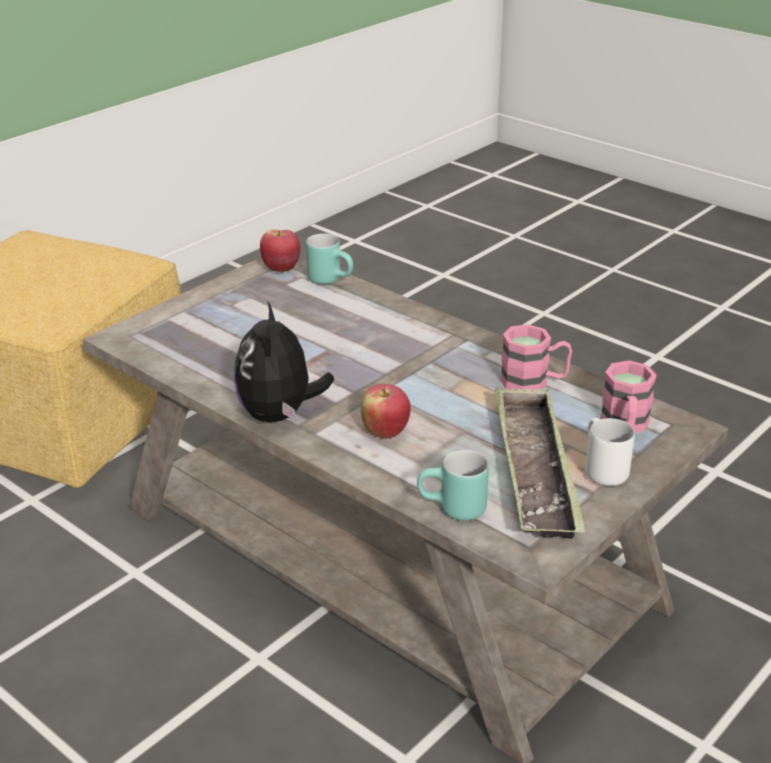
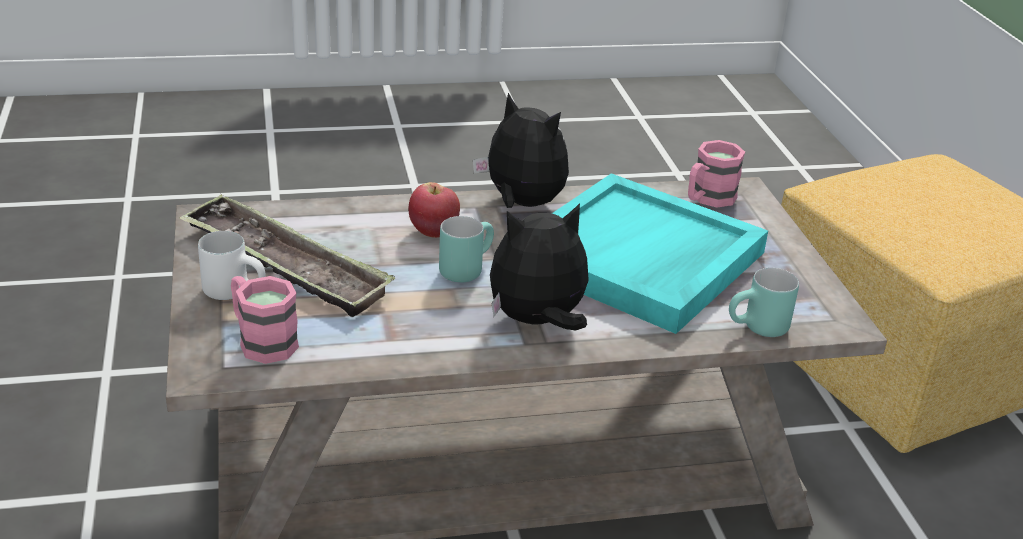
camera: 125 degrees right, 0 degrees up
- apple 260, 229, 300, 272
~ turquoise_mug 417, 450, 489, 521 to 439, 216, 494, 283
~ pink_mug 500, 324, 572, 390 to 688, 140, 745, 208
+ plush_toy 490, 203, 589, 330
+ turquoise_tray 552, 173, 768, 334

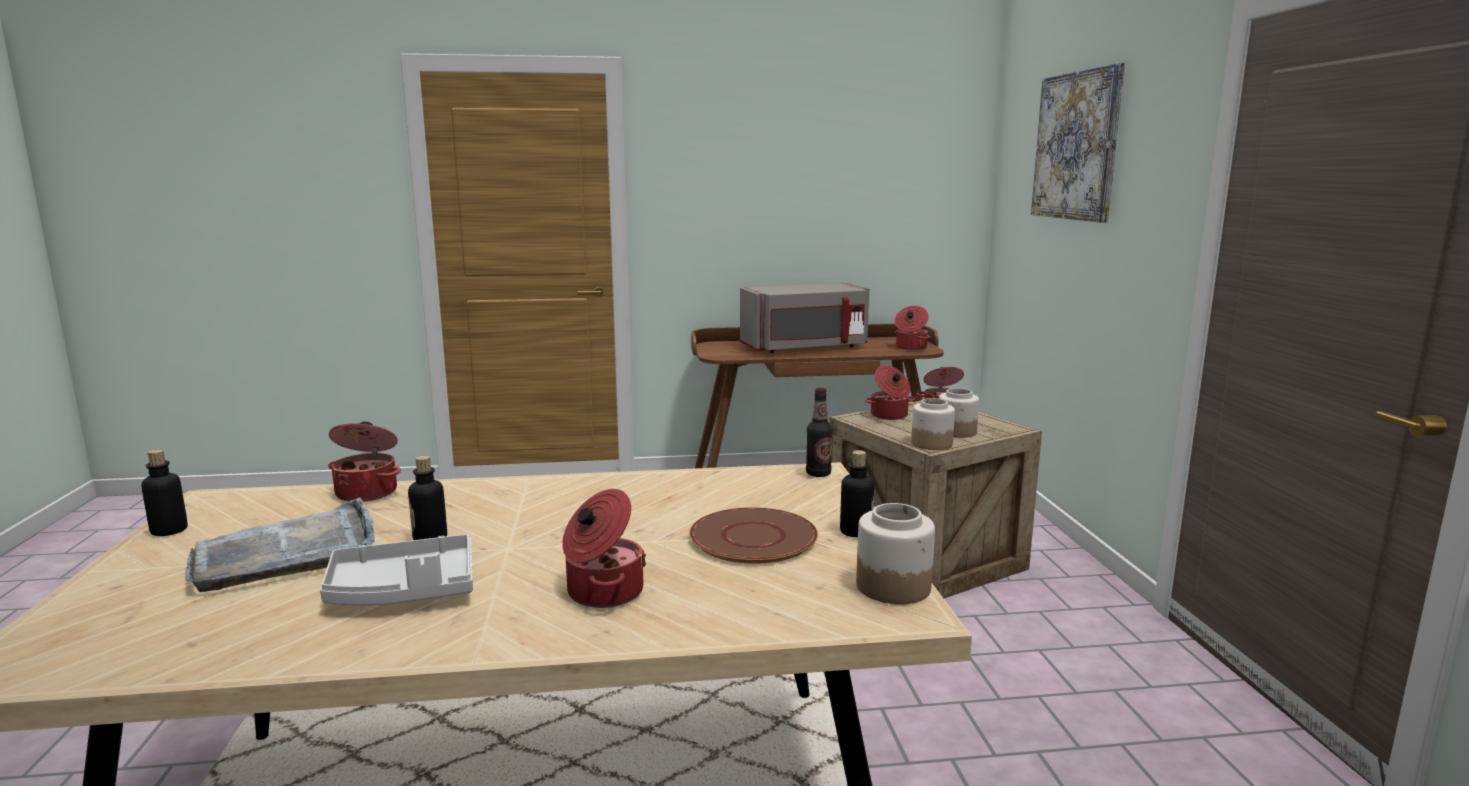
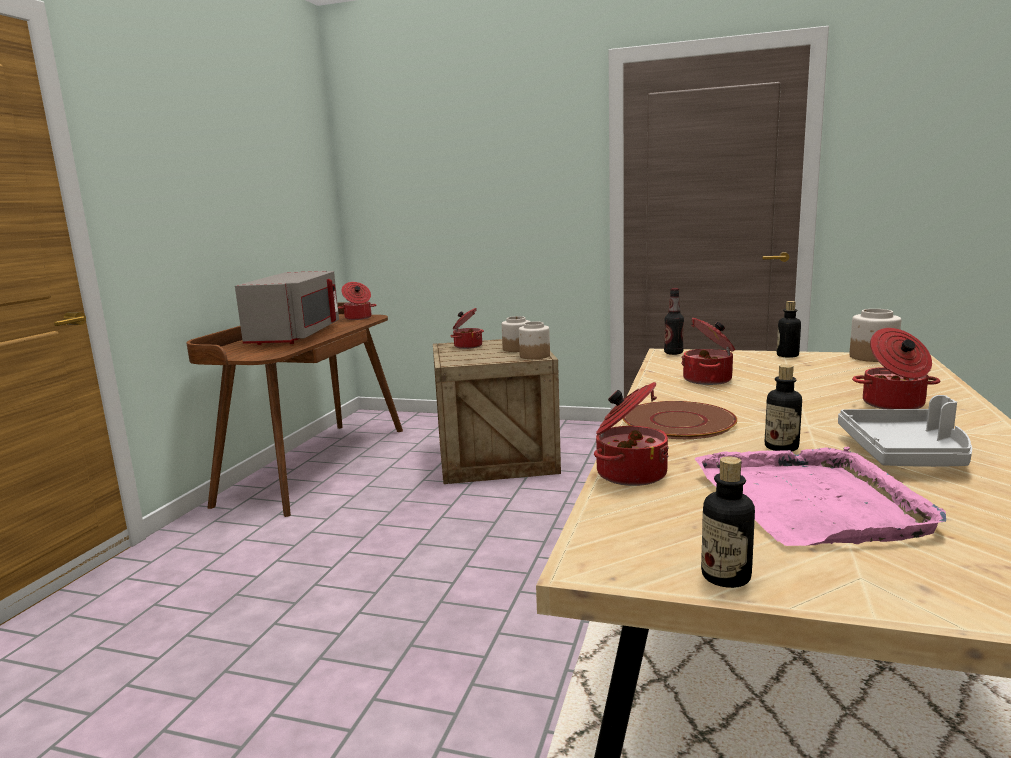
camera: 65 degrees left, 0 degrees up
~ grey_tray 185, 497, 375, 592 to pink_tray 695, 447, 946, 546
~ brown_plate 689, 507, 818, 564 to 623, 401, 737, 439
~ cooking_pot 865, 365, 915, 420 to 681, 318, 735, 385
- picture 1031, 63, 1125, 222

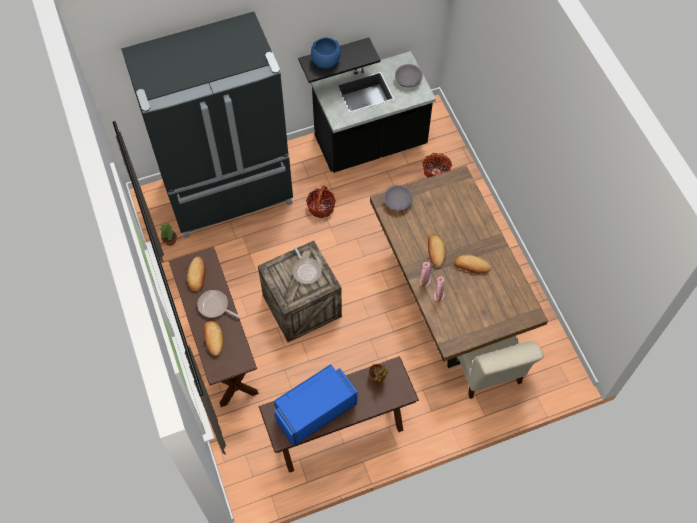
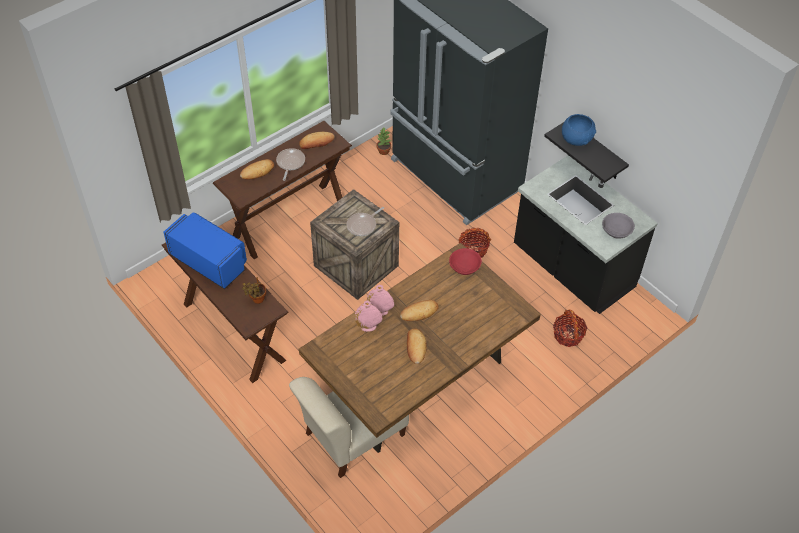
camera: 70 degrees right, 10 degrees down
~ grey_bowl 384, 185, 413, 211 to red_bowl 449, 248, 482, 275

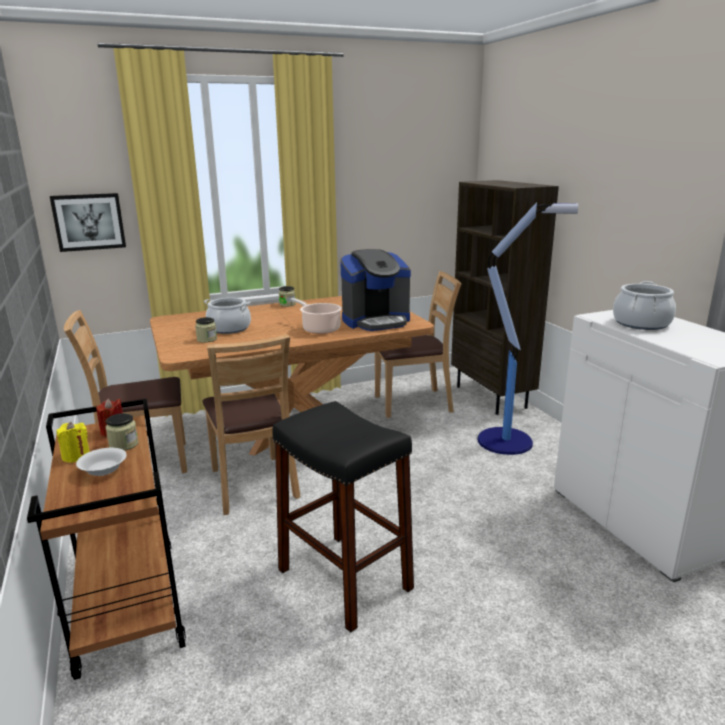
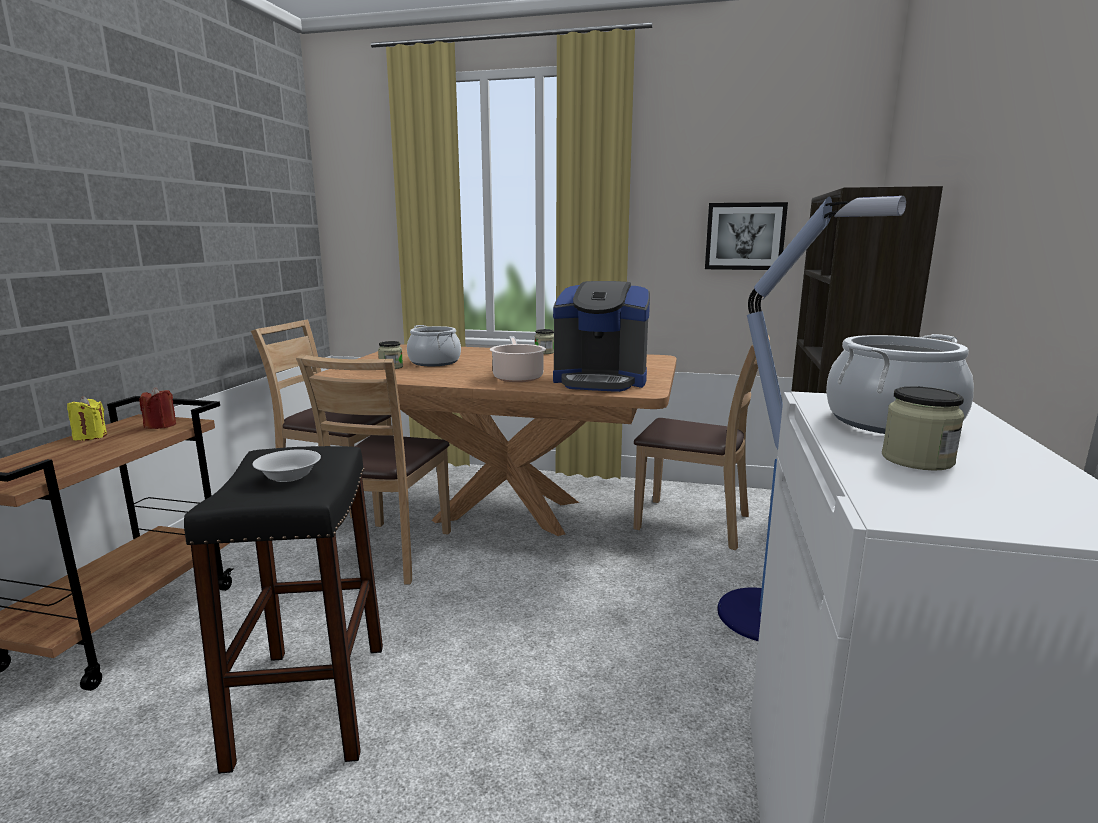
camera: 35 degrees right, 5 degrees down
~ picture 50, 193, 126, 252 to 705, 202, 788, 270
~ white_bowl 76, 448, 127, 476 to 252, 450, 321, 482
~ jar 105, 413, 139, 451 to 882, 386, 964, 471

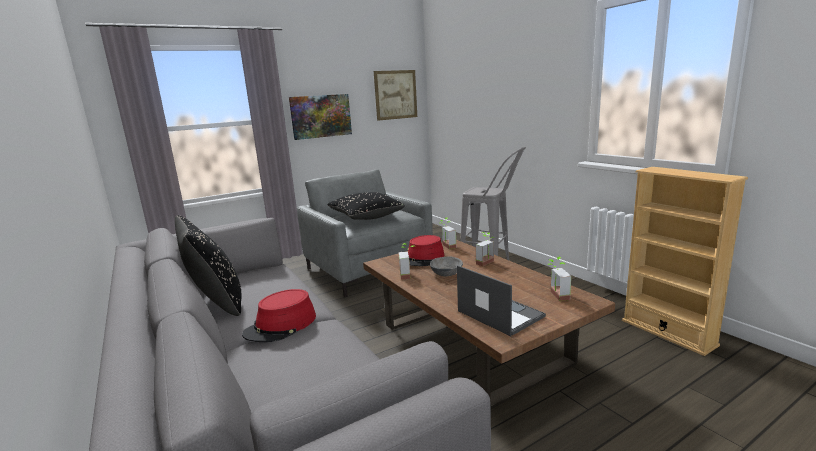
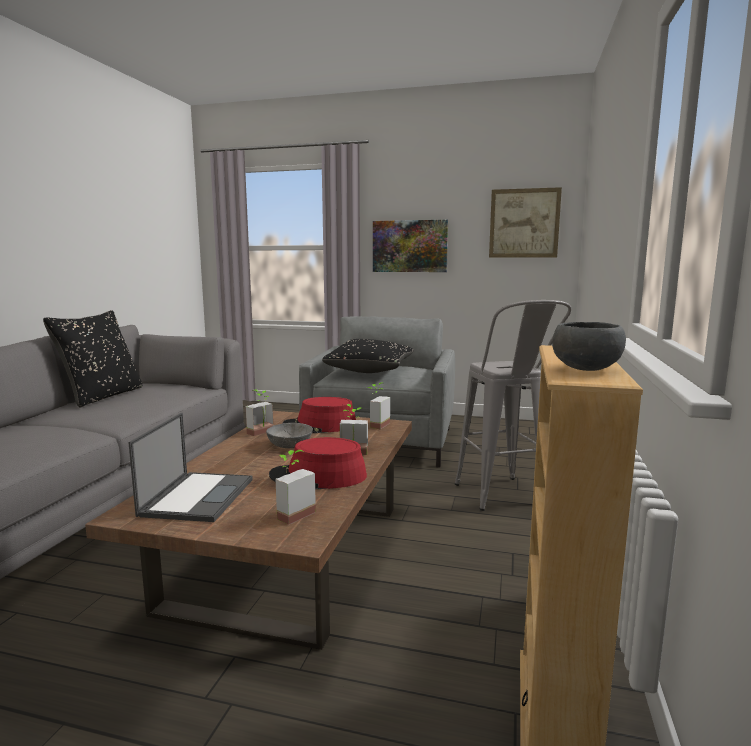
camera: 45 degrees right, 5 degrees down
~ red_hat 242, 289, 316, 342 to 269, 437, 367, 489
+ grey_bowl 552, 322, 626, 371

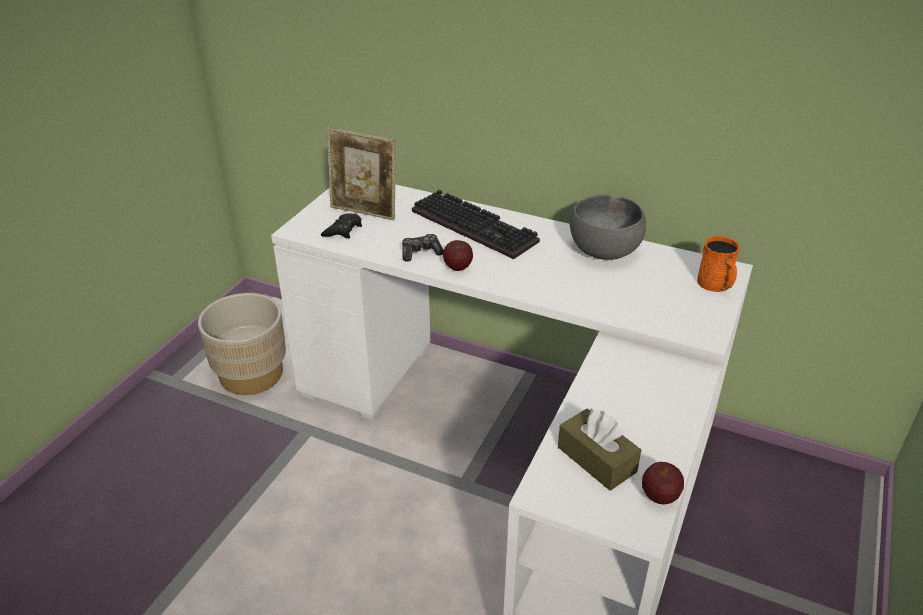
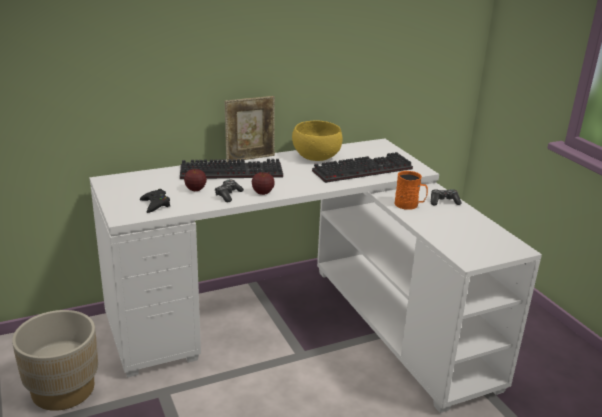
camera: 50 degrees left, 10 degrees down
~ picture_frame 327, 127, 396, 220 to 225, 96, 275, 162
- brown_tissue_box 558, 408, 641, 491
~ grey_bowl 570, 195, 646, 260 to yellow_bowl 292, 121, 343, 161
~ apple 642, 462, 684, 505 to 184, 168, 207, 191
~ orange_mug 697, 236, 740, 292 to 394, 171, 428, 210
+ keyboard 312, 152, 413, 183
+ game_controller 431, 189, 462, 205

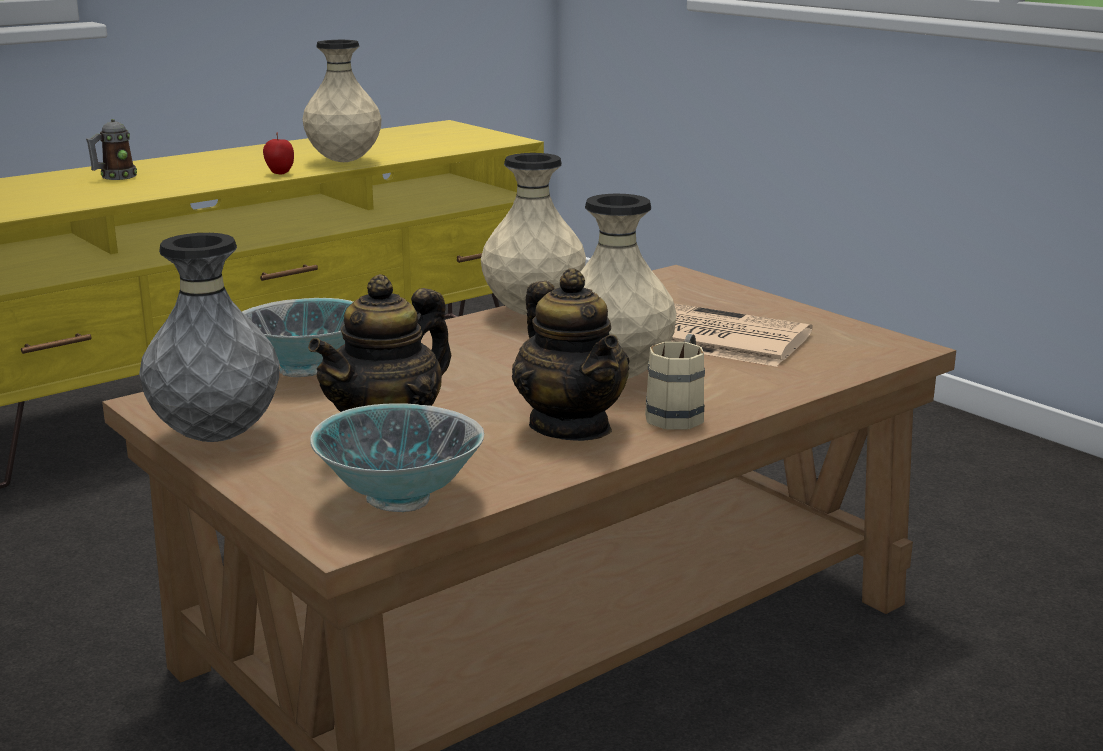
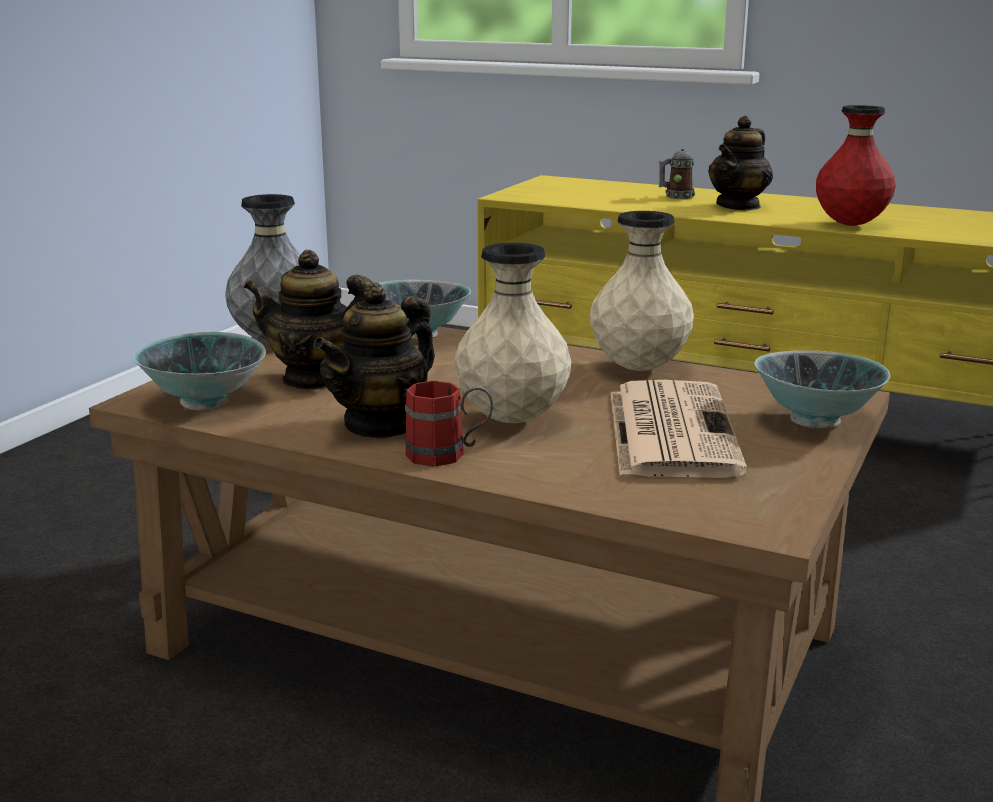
camera: 65 degrees right, 0 degrees up
- apple 263, 133, 294, 175
~ beige_vase 302, 40, 381, 162 to red_vase 816, 105, 896, 226
~ beige_mug 645, 334, 705, 429 to red_mug 405, 381, 493, 467
+ teapot 708, 116, 773, 211
+ bowl 754, 350, 890, 428

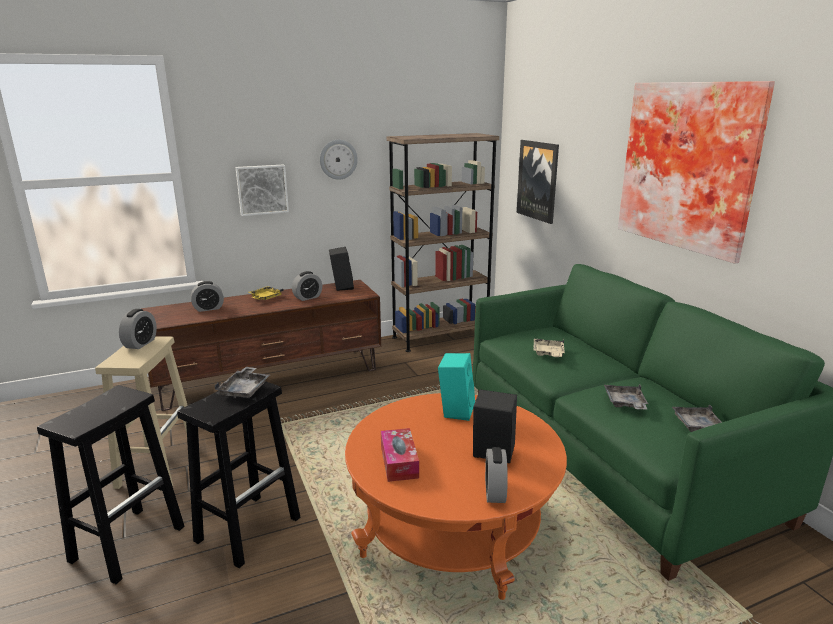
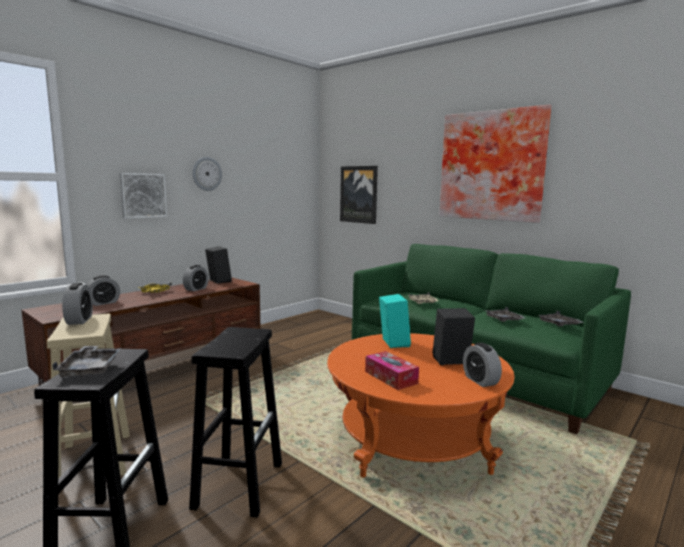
camera: 25 degrees left, 10 degrees down
~ grey_tray 215, 367, 270, 398 to 52, 346, 122, 377
- brown_bookcase 387, 133, 499, 352

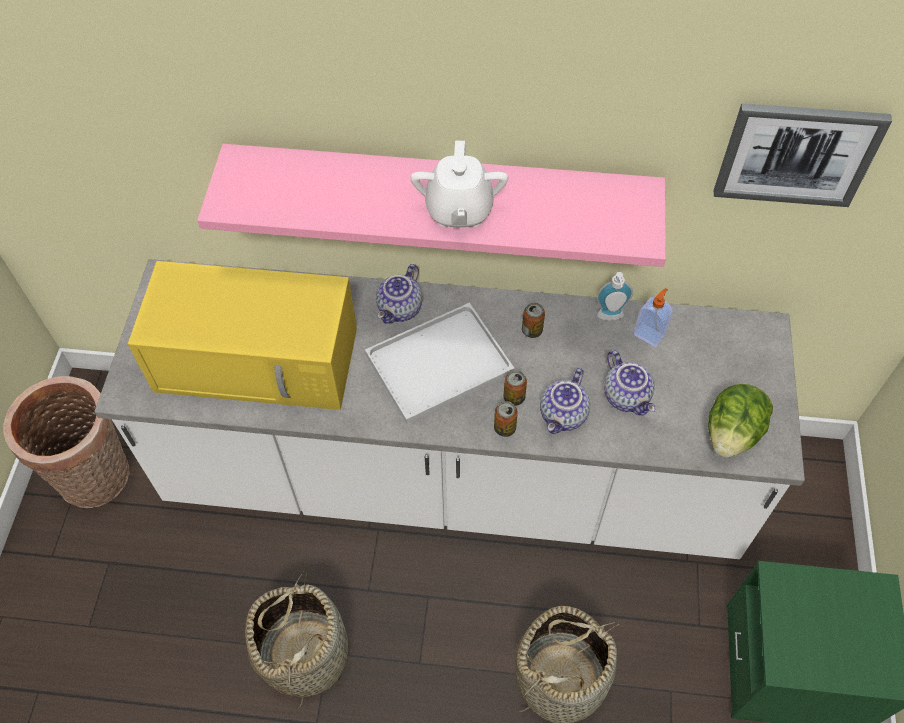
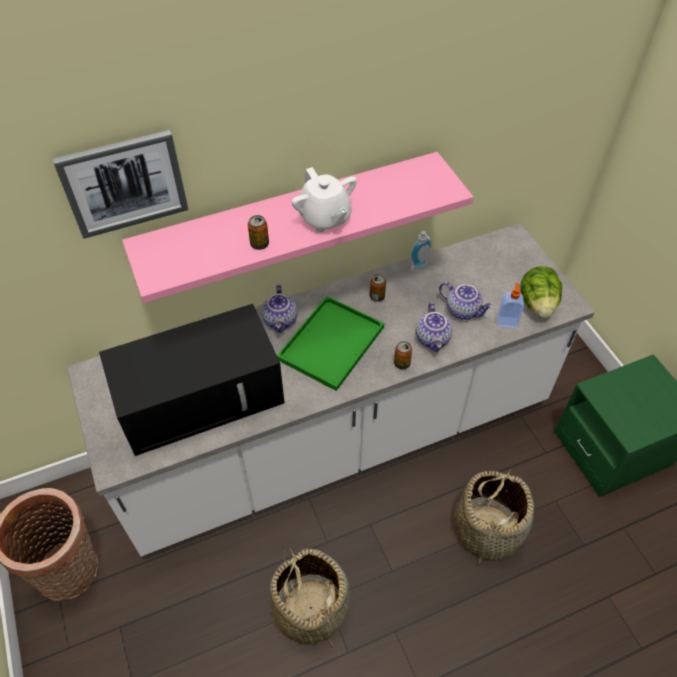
camera: 30 degrees left, 5 degrees down
~ yellow_microwave 128, 261, 357, 410 to black_microwave 99, 304, 285, 456
~ white_tray 365, 303, 515, 424 to green_tray 277, 296, 384, 391
~ can 504, 370, 527, 406 to 248, 215, 269, 250
~ soap_dispenser 633, 288, 673, 347 to 497, 283, 524, 328
~ picture 714, 103, 892, 207 to 53, 130, 188, 239

